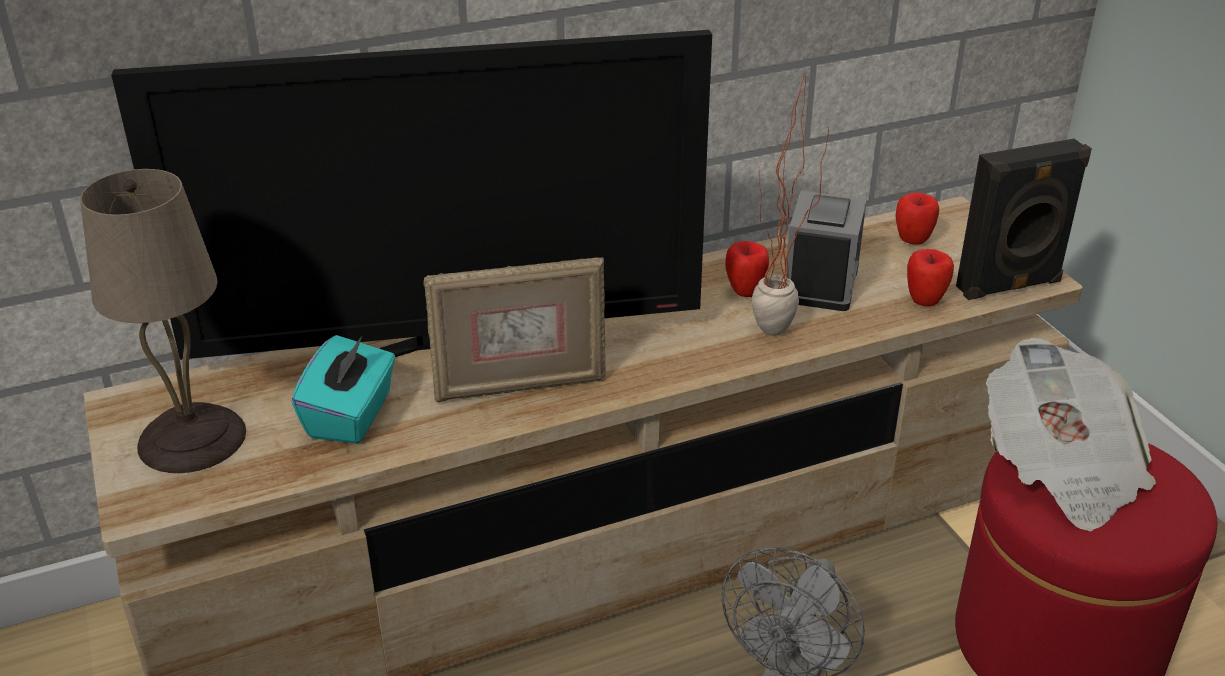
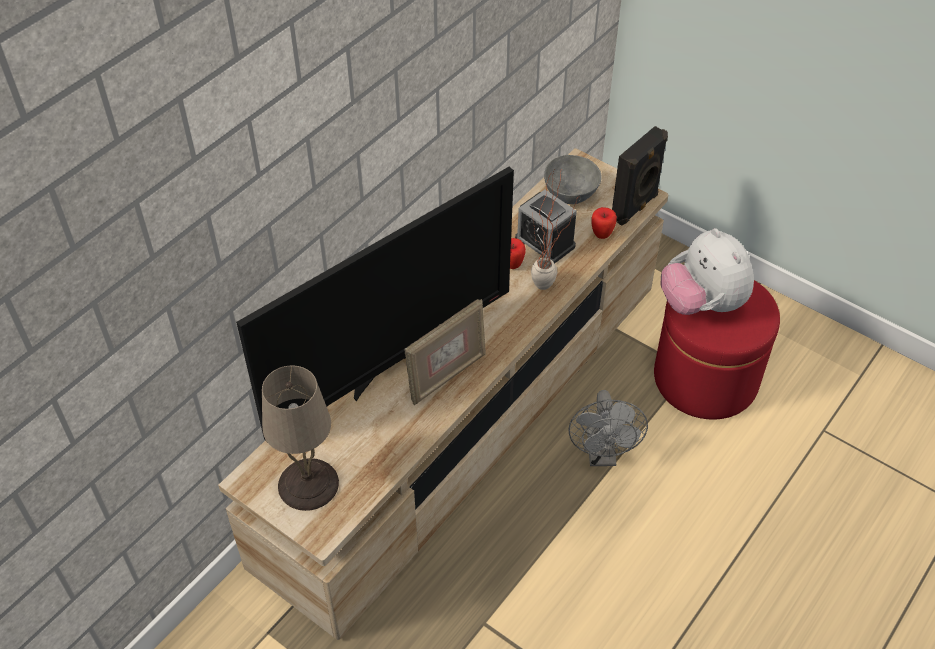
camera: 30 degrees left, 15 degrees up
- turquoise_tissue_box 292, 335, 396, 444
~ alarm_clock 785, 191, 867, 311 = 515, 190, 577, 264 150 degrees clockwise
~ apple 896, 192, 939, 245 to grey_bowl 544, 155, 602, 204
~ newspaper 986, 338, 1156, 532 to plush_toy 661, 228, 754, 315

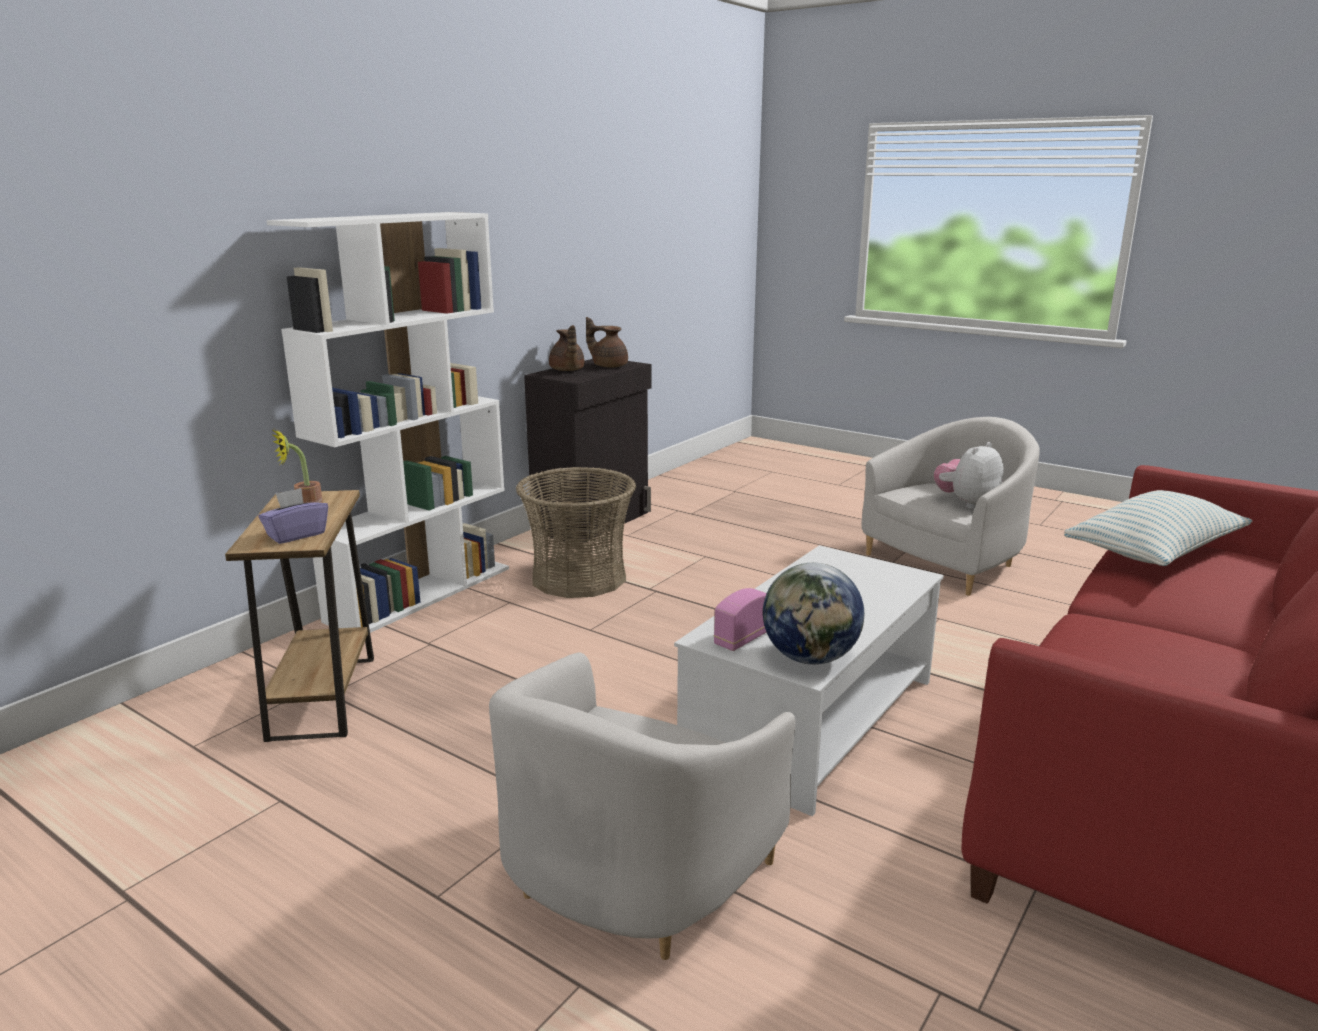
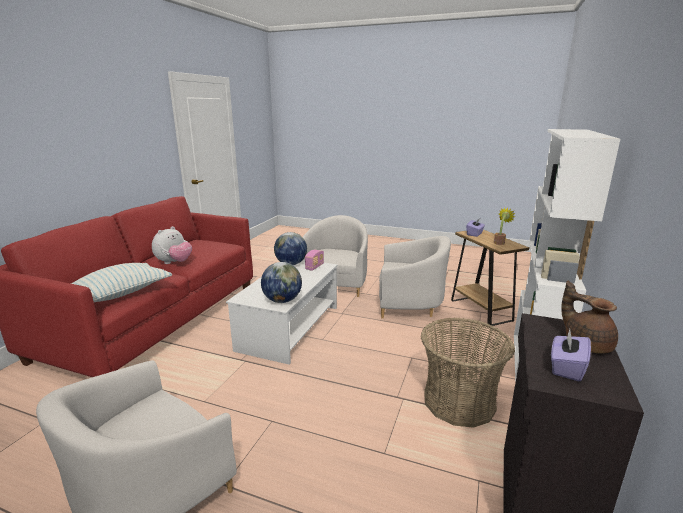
camera: 165 degrees right, 0 degrees up
~ brown_teapot 586, 317, 628, 368 to purple_tissue_box 551, 329, 591, 381
~ plush_toy 934, 442, 1004, 509 to 152, 226, 192, 264
+ globe 261, 262, 302, 303
+ white_armchair 379, 236, 451, 319

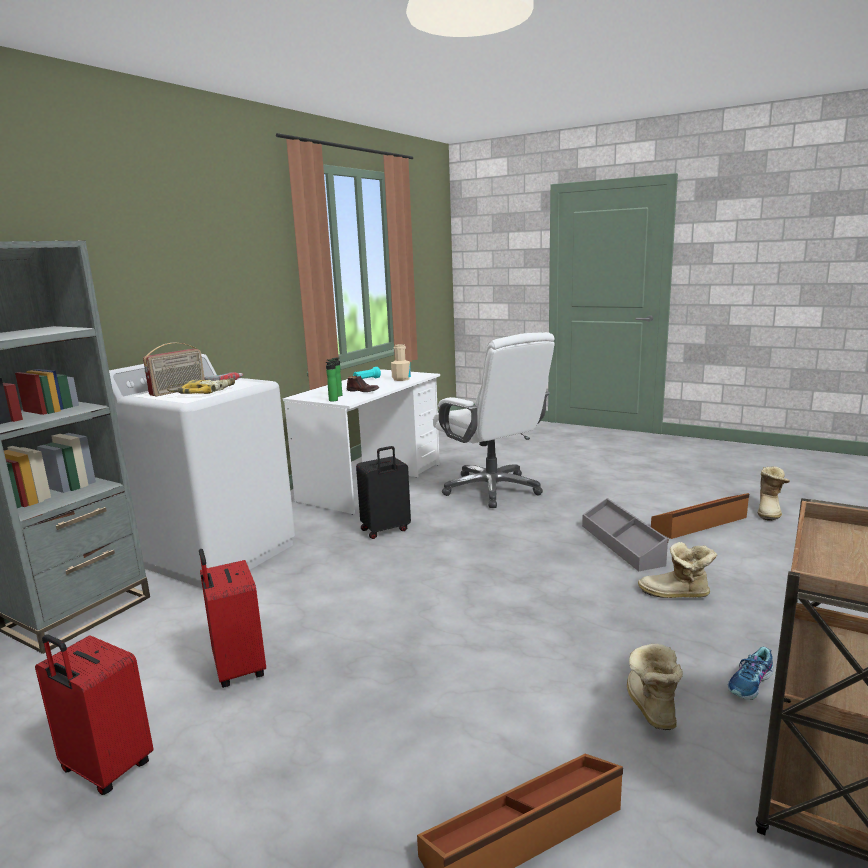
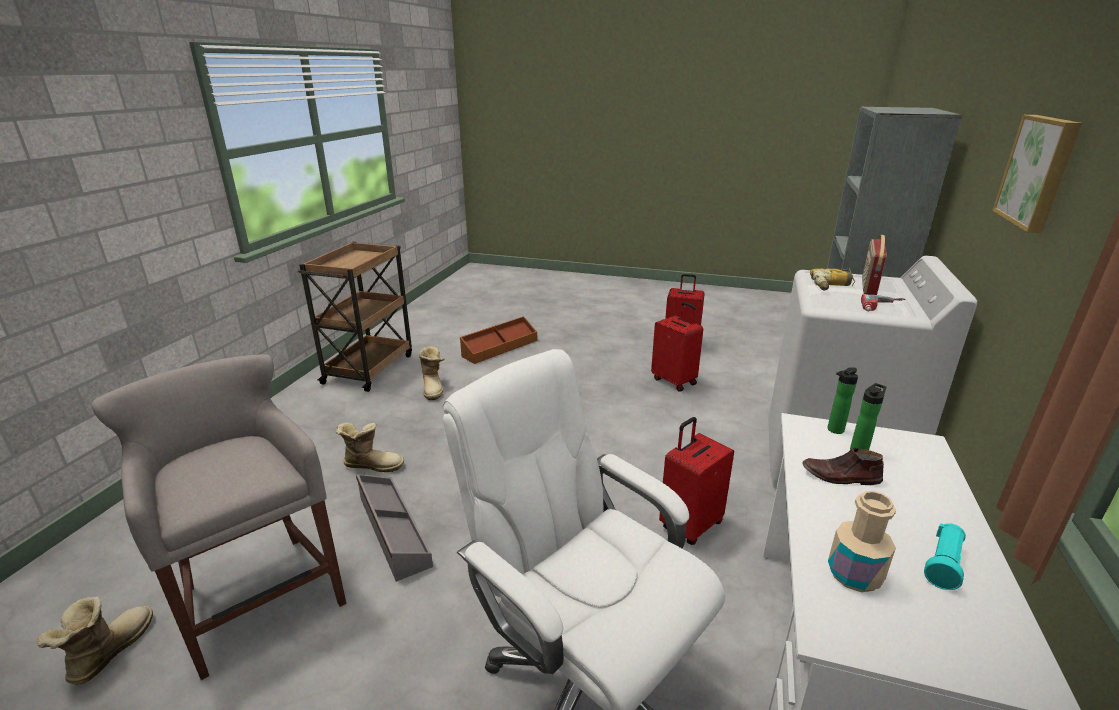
camera: 165 degrees right, 10 degrees up
~ black_suitcase 356, 446, 411, 539 to red_suitcase 659, 417, 734, 545
~ brown_storage_box 651, 493, 749, 539 to grey_stool 91, 354, 346, 680
- shoe 728, 647, 773, 700
+ picture 992, 115, 1082, 233

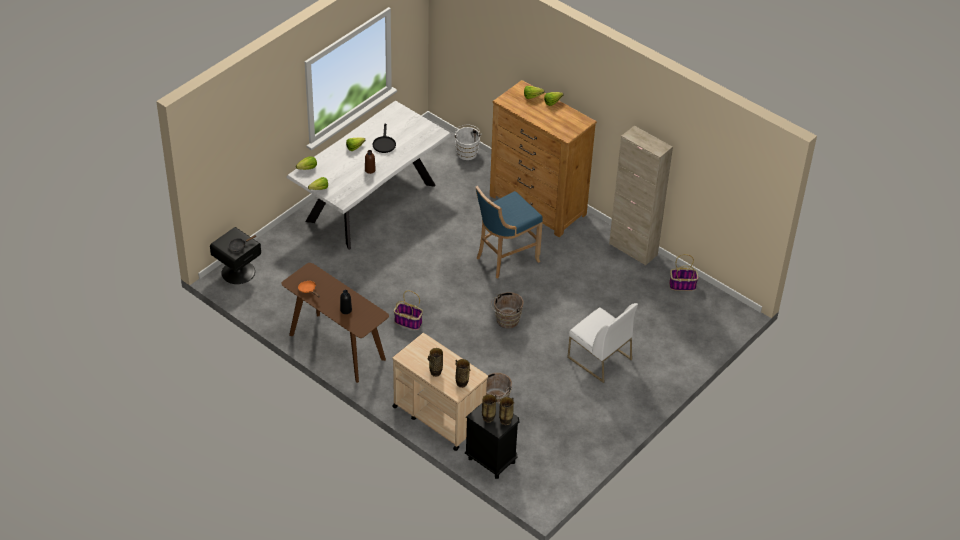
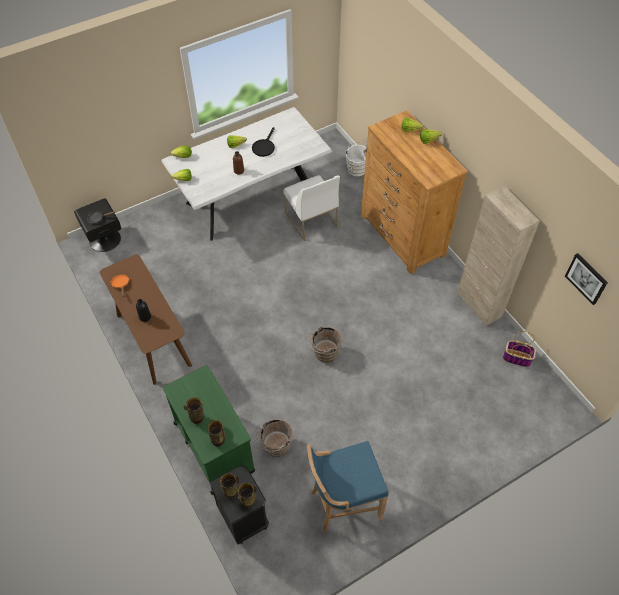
camera: 20 degrees right, 10 degrees up
~ beige_cart 392, 333, 488, 451 to green_cart 162, 365, 255, 495
- basket 394, 291, 423, 330
~ blue_stool 476, 186, 543, 278 to 307, 441, 389, 532
~ white_chair 567, 303, 638, 383 to 283, 175, 340, 241
+ picture 565, 253, 608, 305

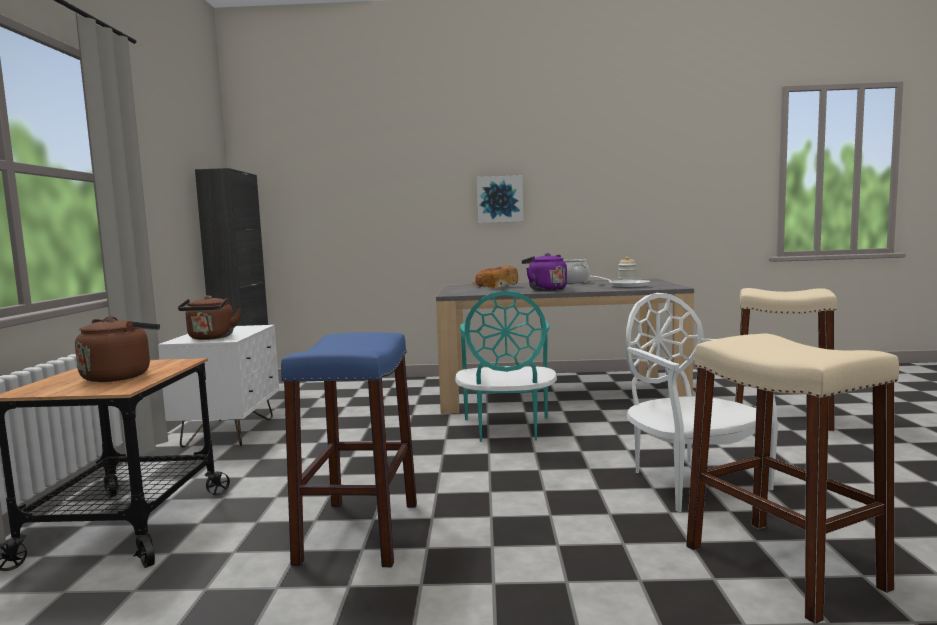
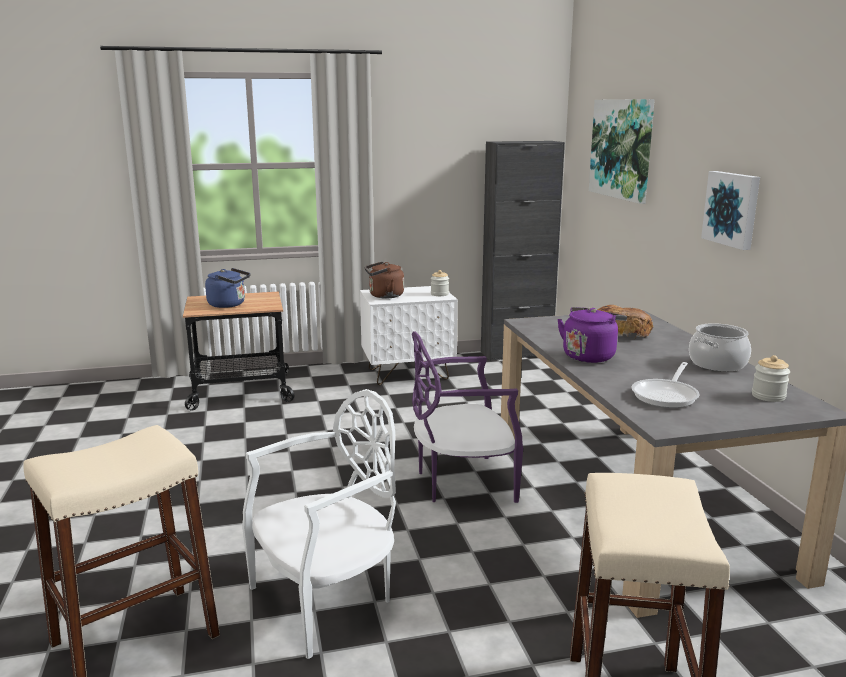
camera: 75 degrees right, 10 degrees up
~ brown_kettle 75, 316, 160, 382 to blue_kettle 205, 268, 250, 308
- blue_stool 281, 332, 417, 567
~ turquoise_chair 455, 291, 557, 442 to purple_chair 412, 331, 523, 503
+ jar 431, 270, 449, 296
+ picture 589, 99, 655, 204

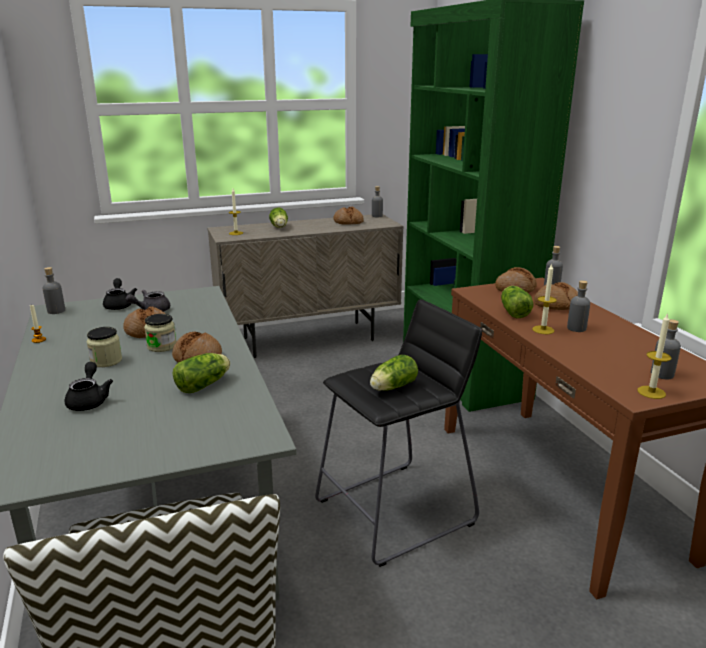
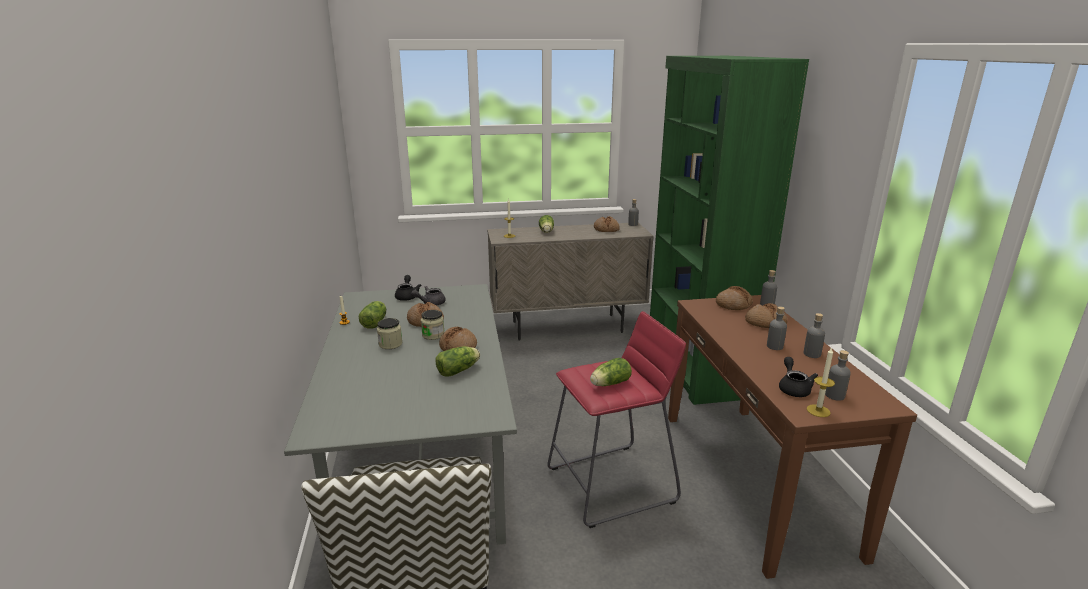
camera: 10 degrees right, 0 degrees up
~ grey_bottle 43, 267, 65, 314 to 804, 313, 825, 358
~ black_teapot 65, 362, 113, 411 to 779, 357, 818, 397
~ black_stool 315, 299, 482, 567 to red_stool 547, 311, 686, 528
~ lettuce 501, 286, 533, 318 to 359, 301, 386, 329
- candle 532, 263, 557, 334

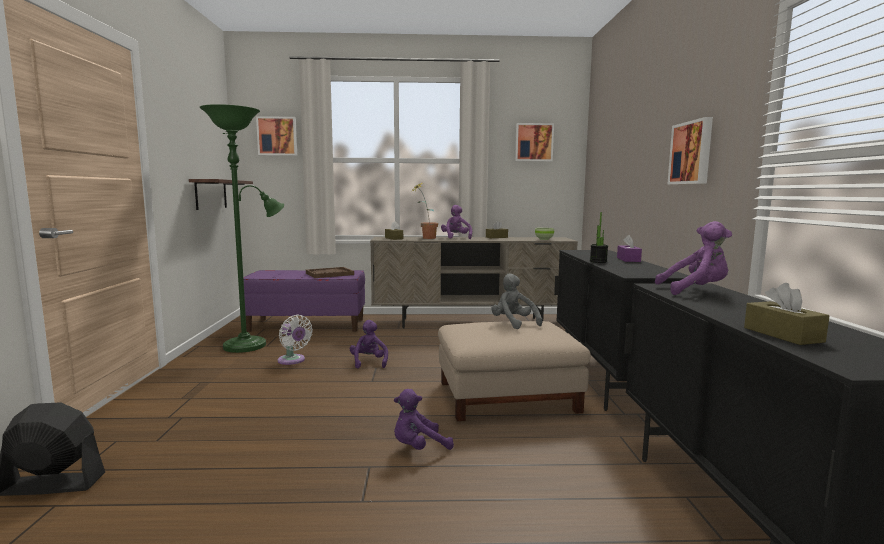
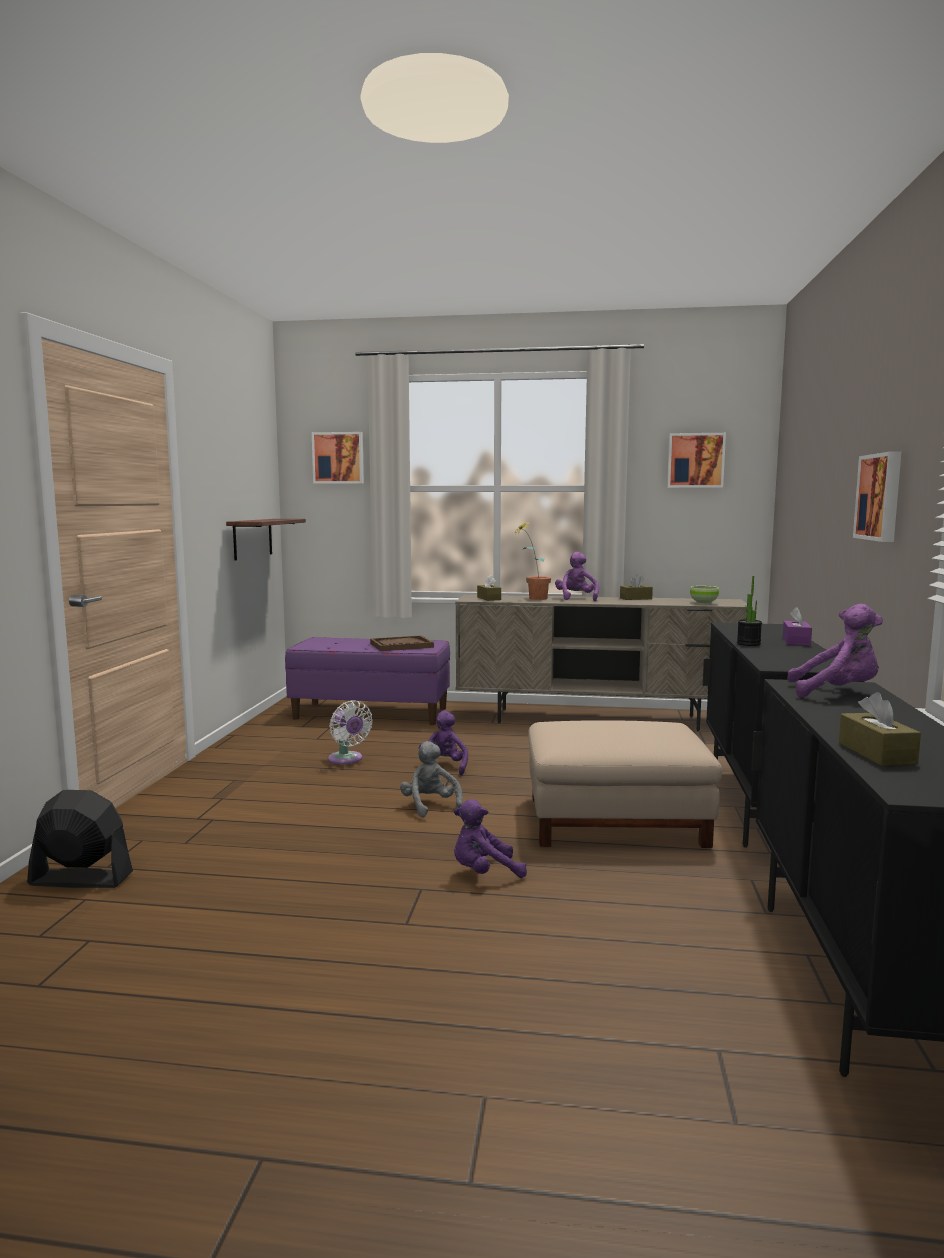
camera: 10 degrees right, 0 degrees up
- green_floor_lamp 200, 104, 284, 353
~ grey_plush_toy 492, 273, 543, 329 to 400, 741, 463, 818

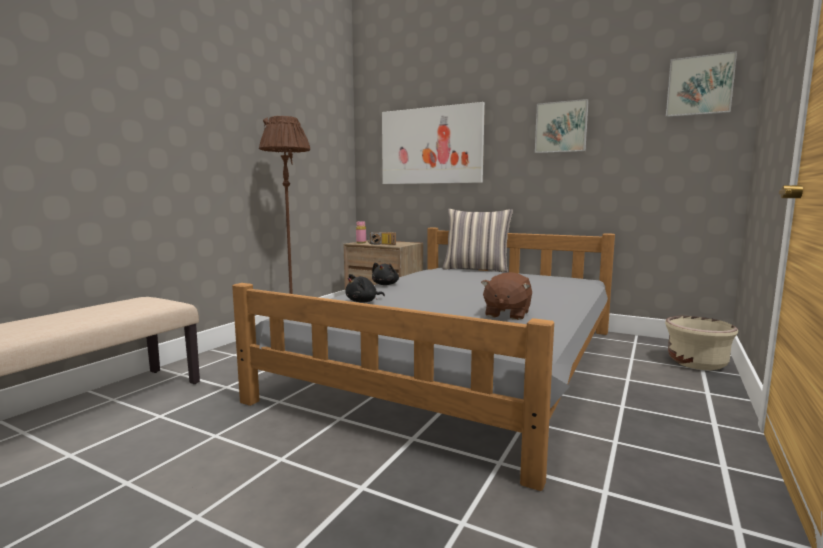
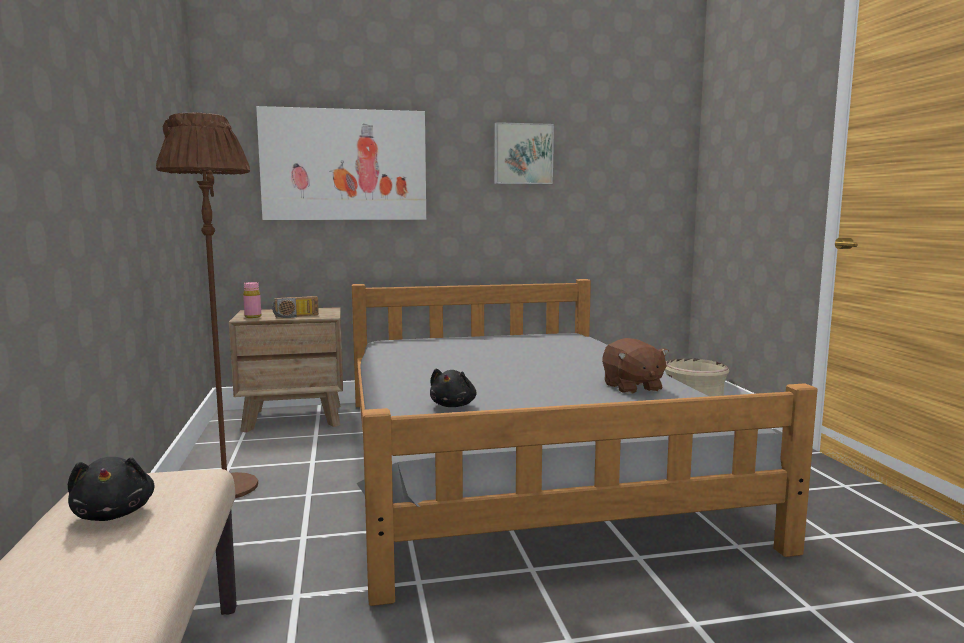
camera: 40 degrees left, 0 degrees up
~ black_plush_toy 372, 262, 399, 285 to 68, 457, 155, 521
- pillow 442, 209, 513, 273
- picture 666, 51, 737, 117

